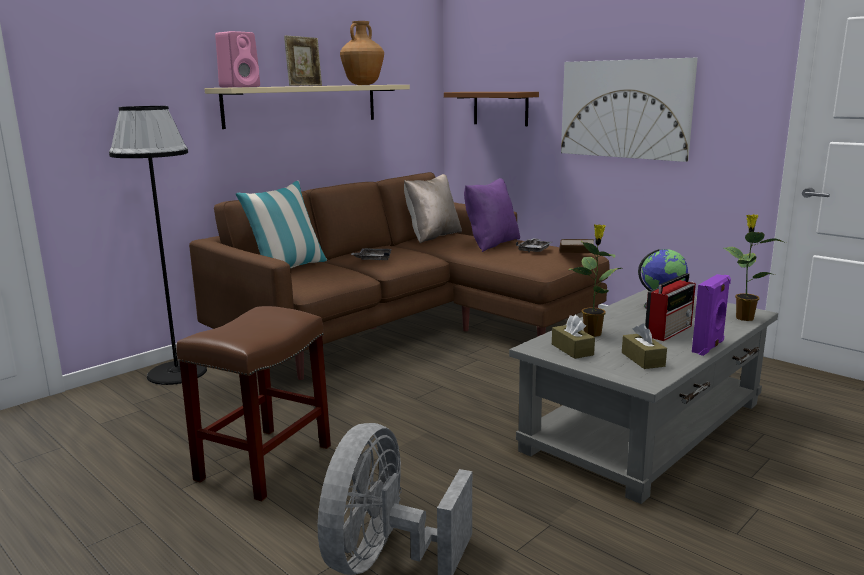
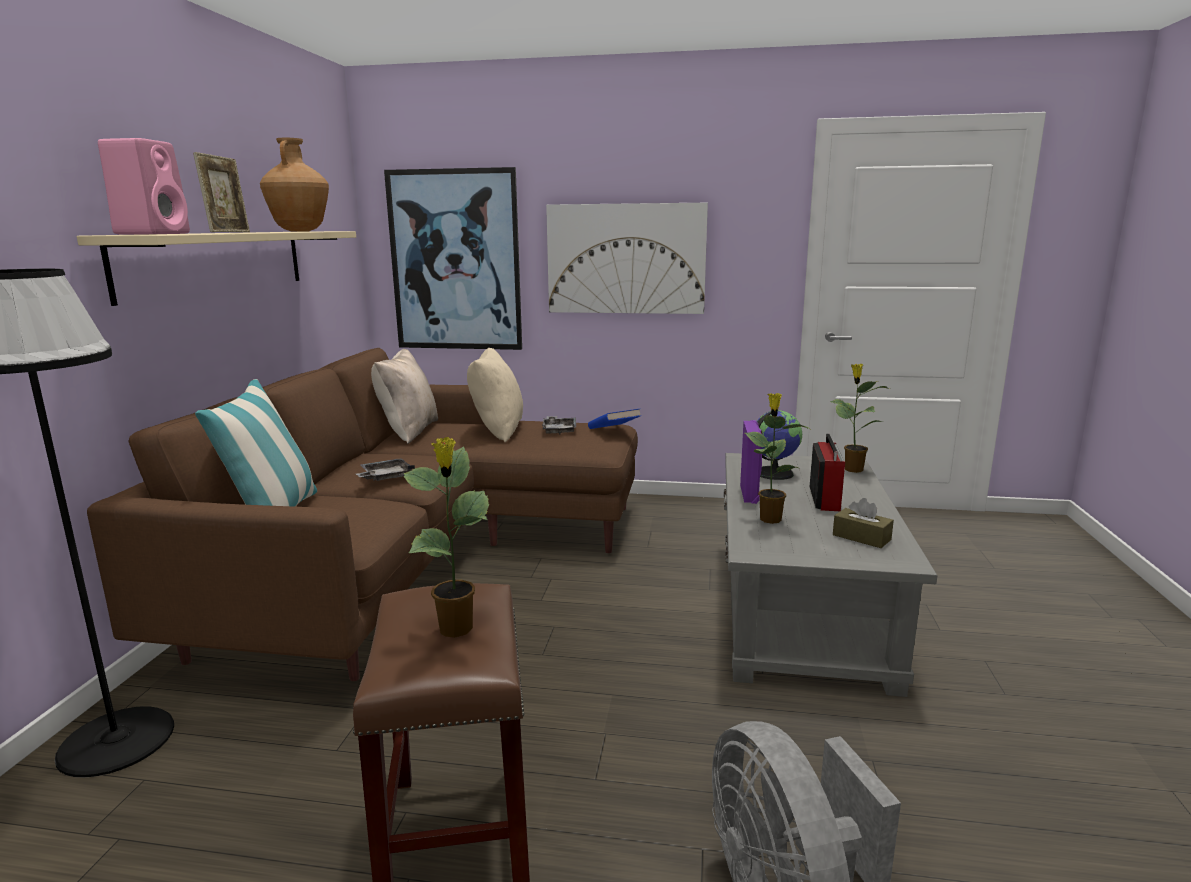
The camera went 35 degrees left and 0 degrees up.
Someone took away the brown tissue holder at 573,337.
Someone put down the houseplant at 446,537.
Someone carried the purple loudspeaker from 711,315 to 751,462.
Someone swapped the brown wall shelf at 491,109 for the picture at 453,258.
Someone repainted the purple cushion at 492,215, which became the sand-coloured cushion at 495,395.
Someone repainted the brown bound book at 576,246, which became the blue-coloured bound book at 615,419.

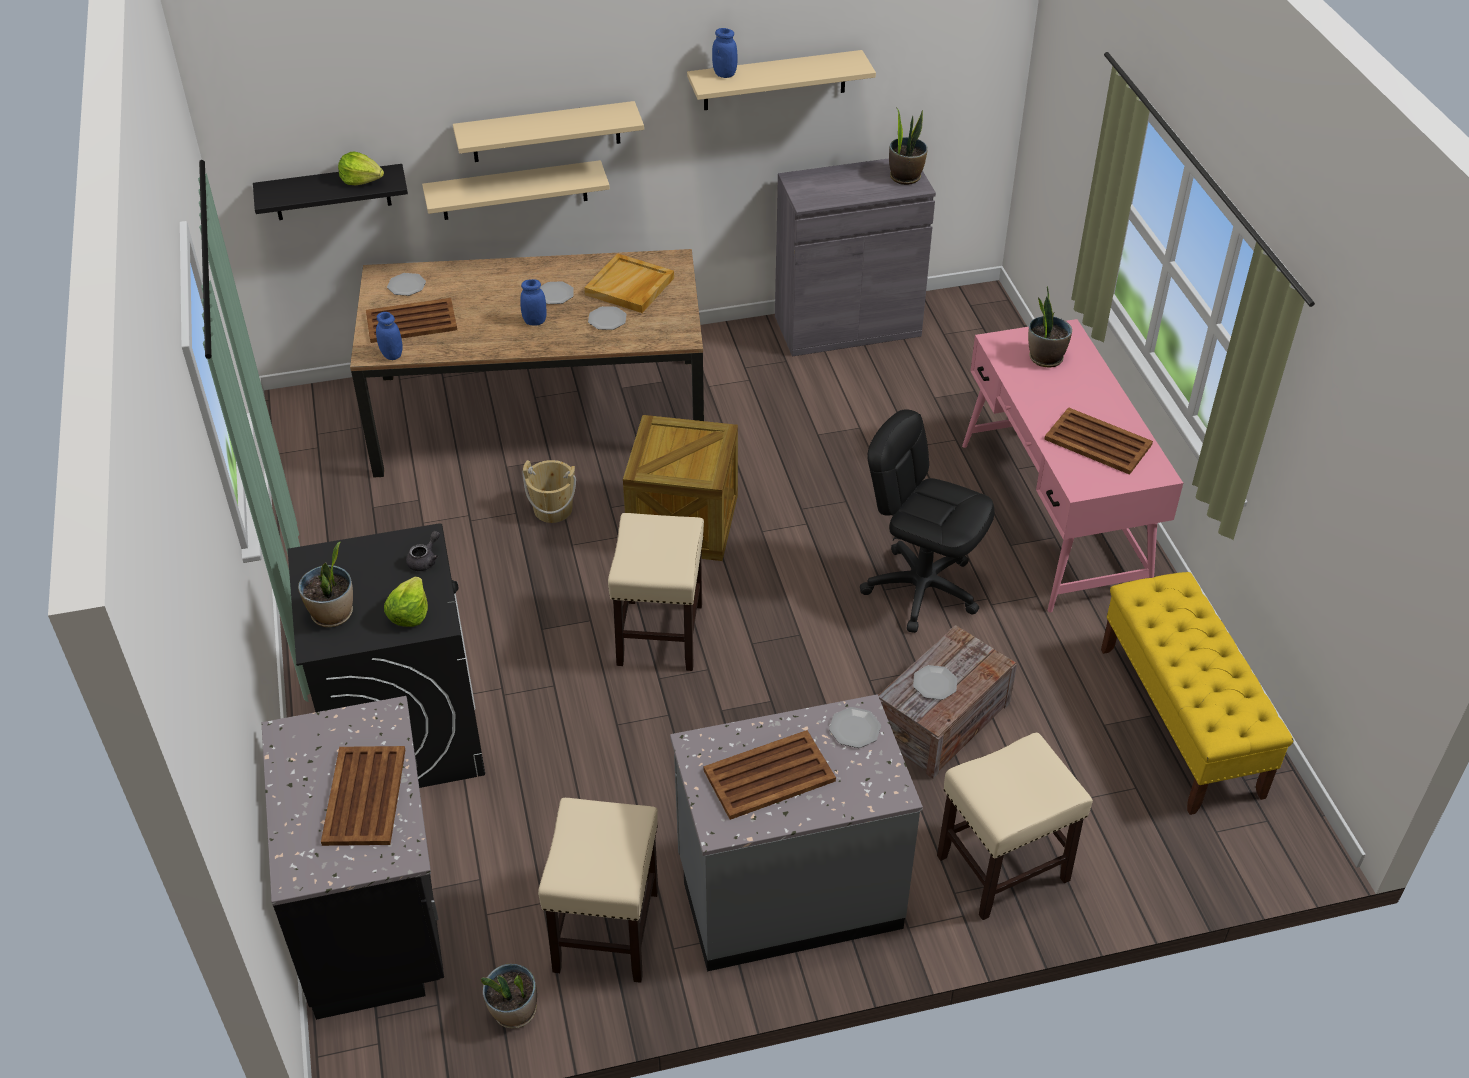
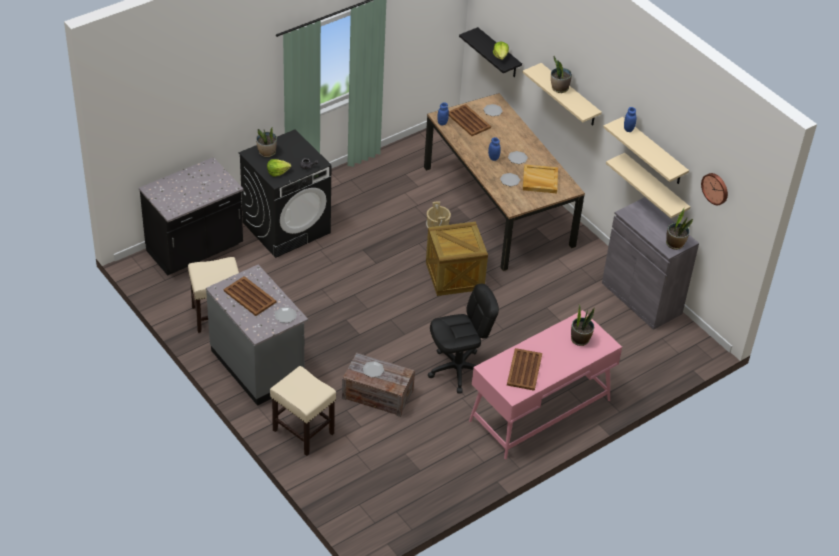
The camera went 65 degrees right and 0 degrees up.
Someone took away the brown tray at 363,796.
Someone took away the sand-coloured stool at 656,592.
Someone took away the yellow-coloured long seat at 1197,693.
Someone put up the clock on the wall at 714,189.
Someone carried the sand-coloured wall shelf from 516,190 to 648,185.
Someone carried the houseplant from 509,996 to 561,74.
Someone rotated the black desk chair at 927,521 by 60 degrees clockwise.

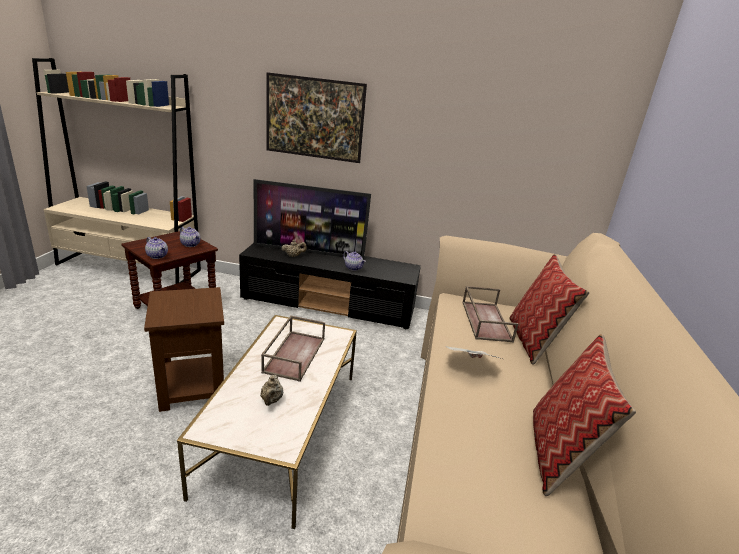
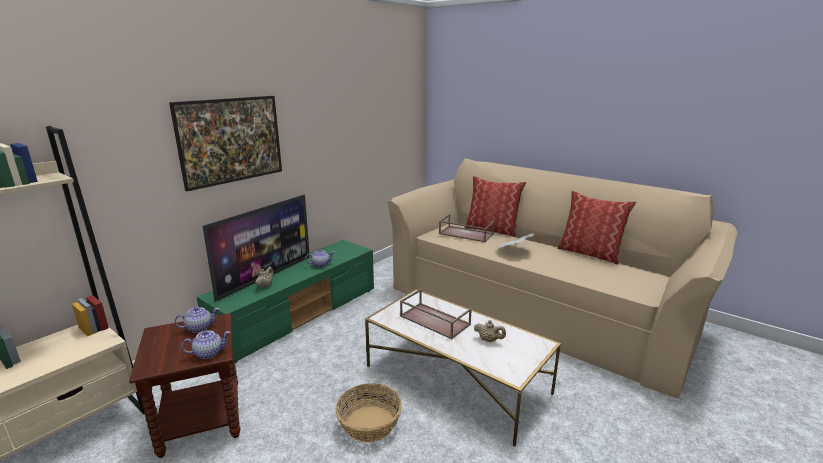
The camera went 60 degrees left and 5 degrees down.
Someone swapped the brown side table at 184,349 for the storage basket at 368,412.
Someone repainted the black tv stand at 330,286, which became the green tv stand at 285,301.

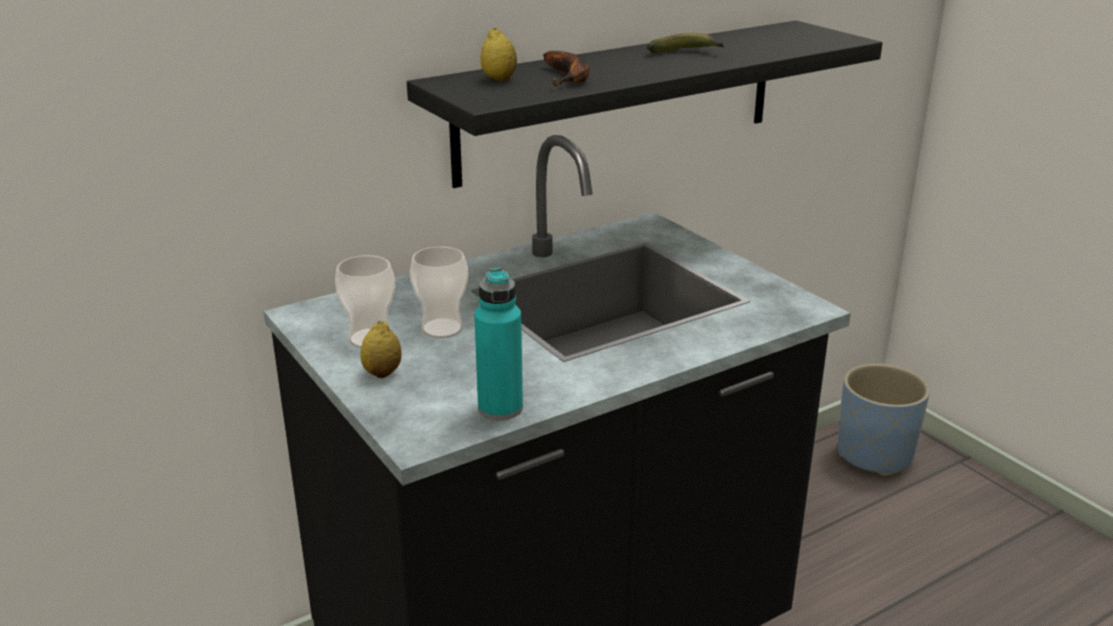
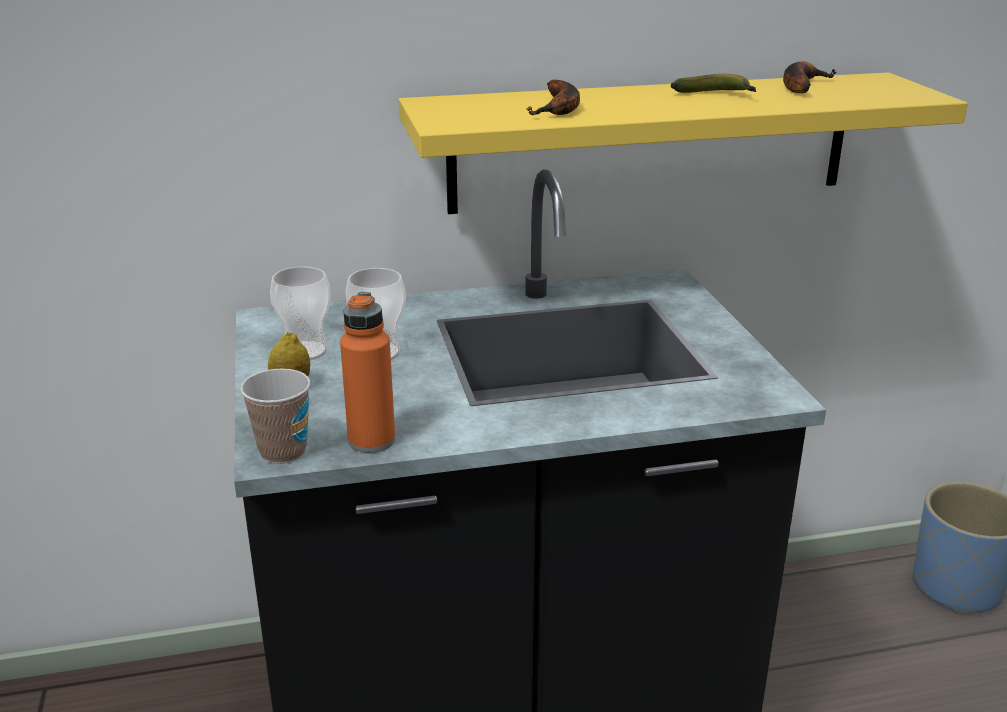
The camera went 20 degrees right and 0 degrees up.
Someone took away the citrus fruit at 498,54.
Someone put down the drinking cup at 275,416.
Someone put down the banana fruit at 810,77.
Someone repainted the black wall shelf at 645,104, which became the yellow-coloured wall shelf at 683,143.
Someone repainted the turquoise beverage bottle at 498,343, which became the orange beverage bottle at 367,372.

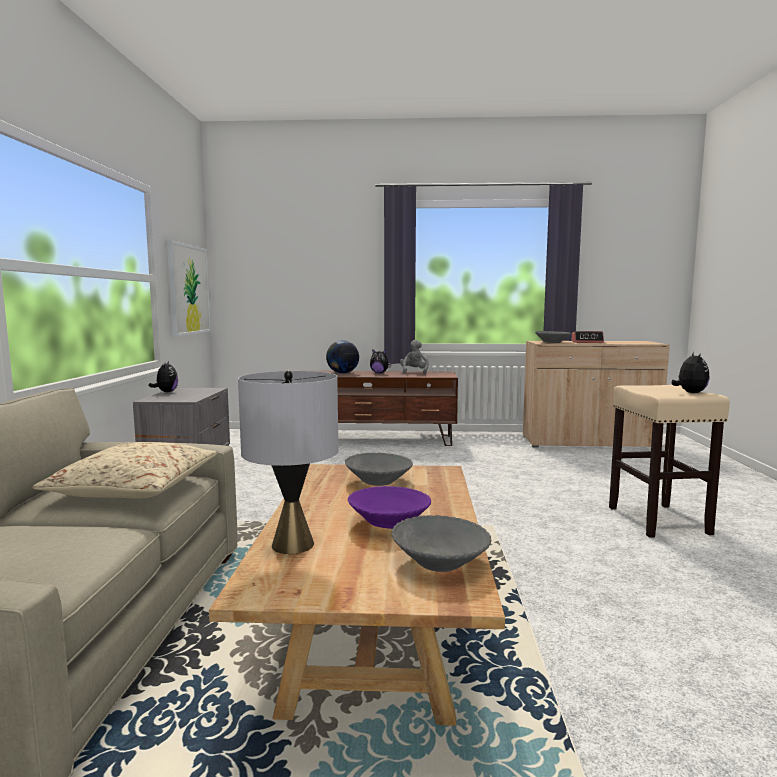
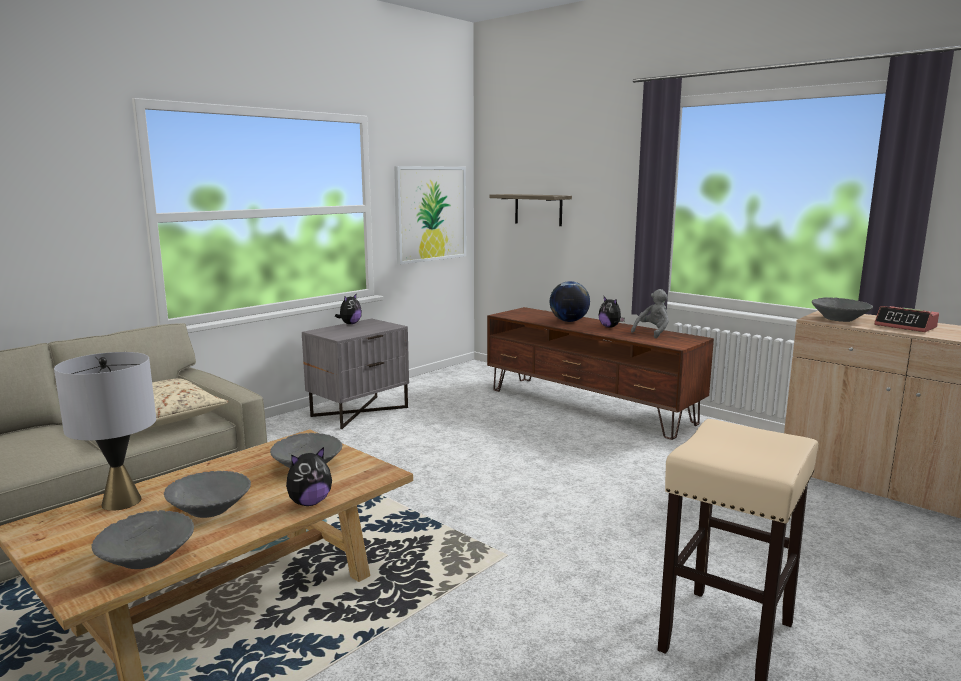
The camera went 40 degrees right and 5 degrees up.
Someone put up the wall shelf at 530,210.
Someone carried the plush toy from 691,372 to 309,476.
Someone repainted the purple bowl at 389,507, which became the gray bowl at 207,494.

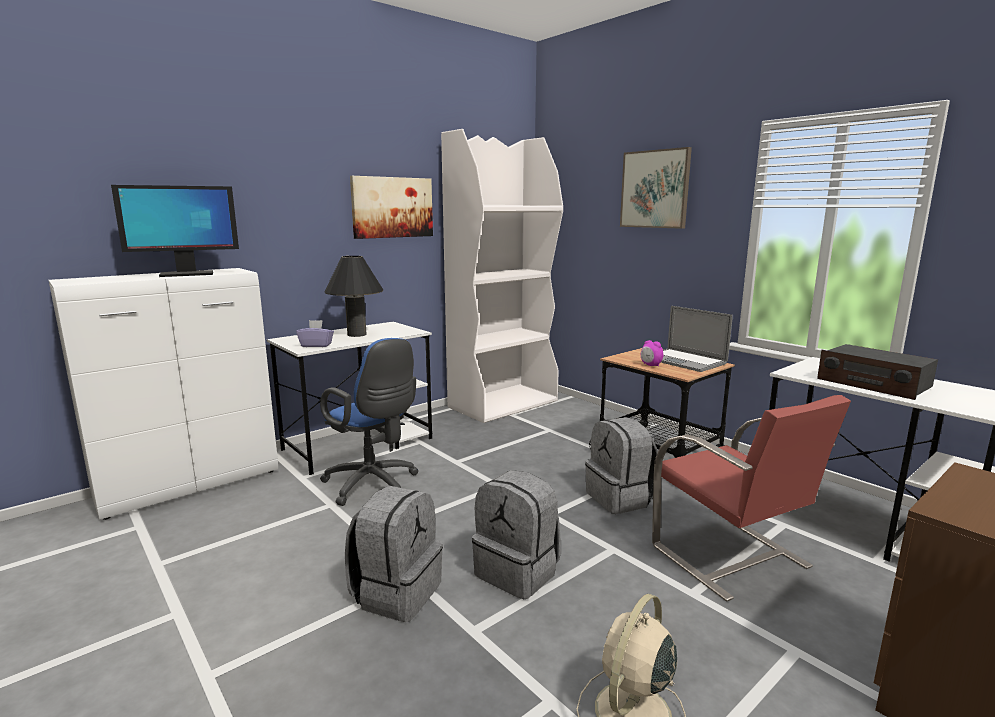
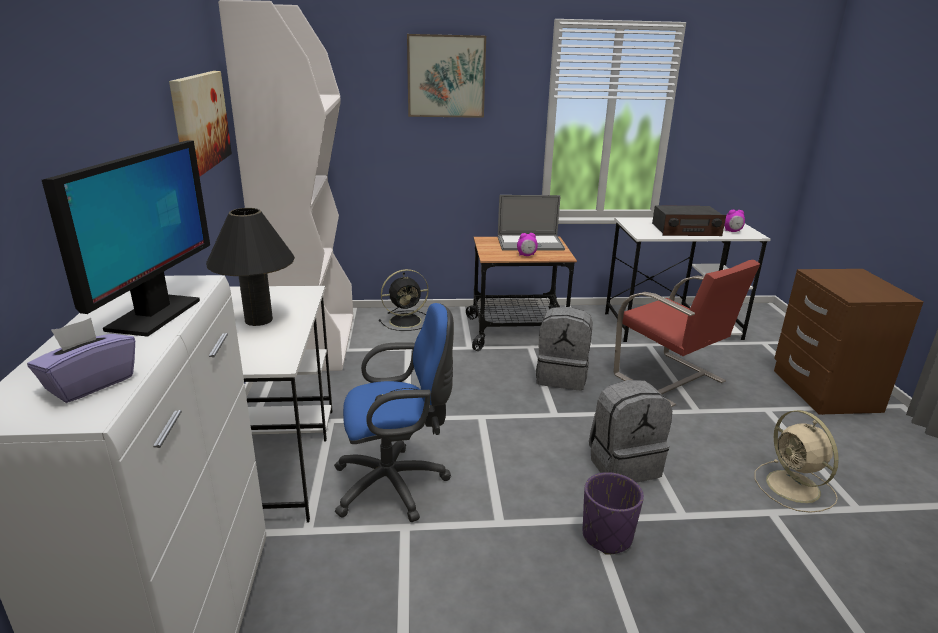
The camera went 55 degrees left and 10 degrees up.
Someone put down the black electric fan at 404,300.
Someone put down the table clock at 734,221.
Someone carried the purple tissue holder from 315,333 to 81,360.
Someone swapped the gray backpack at 394,554 for the purple flower pot at 613,513.
Someone rotated the reddish plain chair at 751,498 by 45 degrees clockwise.

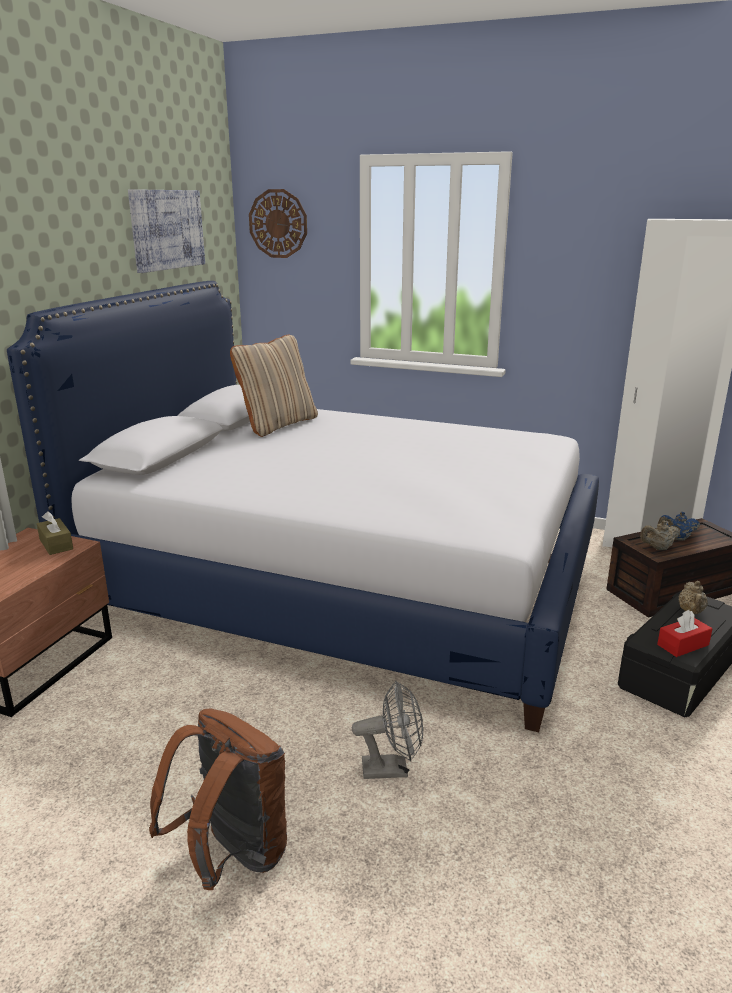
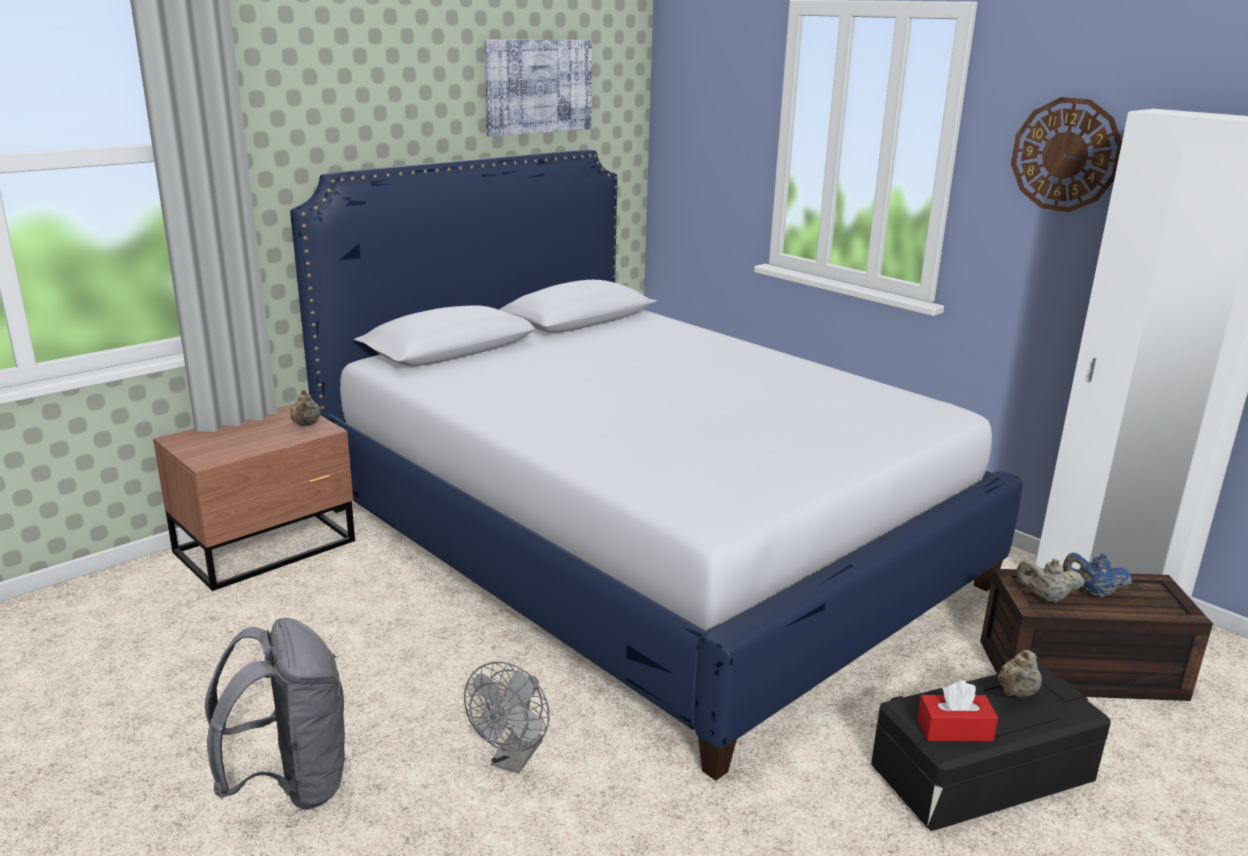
The camera went 25 degrees right and 0 degrees up.
Someone took away the sand-coloured cushion at 274,385.
Someone carried the clock on the wall from 278,223 to 1066,154.
Someone swapped the brown tissue holder at 55,533 for the sand-coloured tea pot at 305,407.
Someone repainted the brown backpack at 218,799, which became the gray backpack at 276,714.
Someone rotated the gray electric fan at 387,730 by 90 degrees clockwise.

